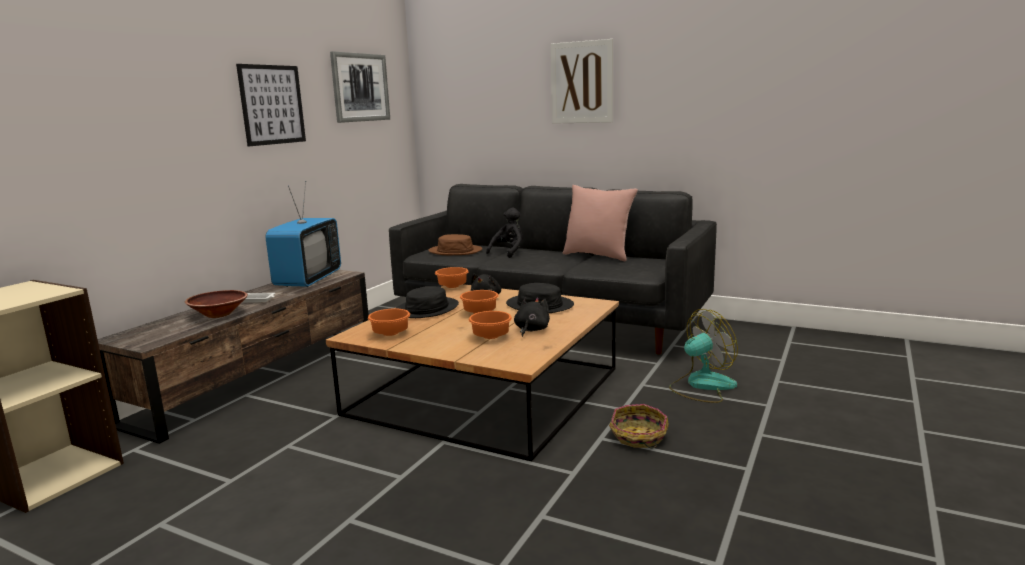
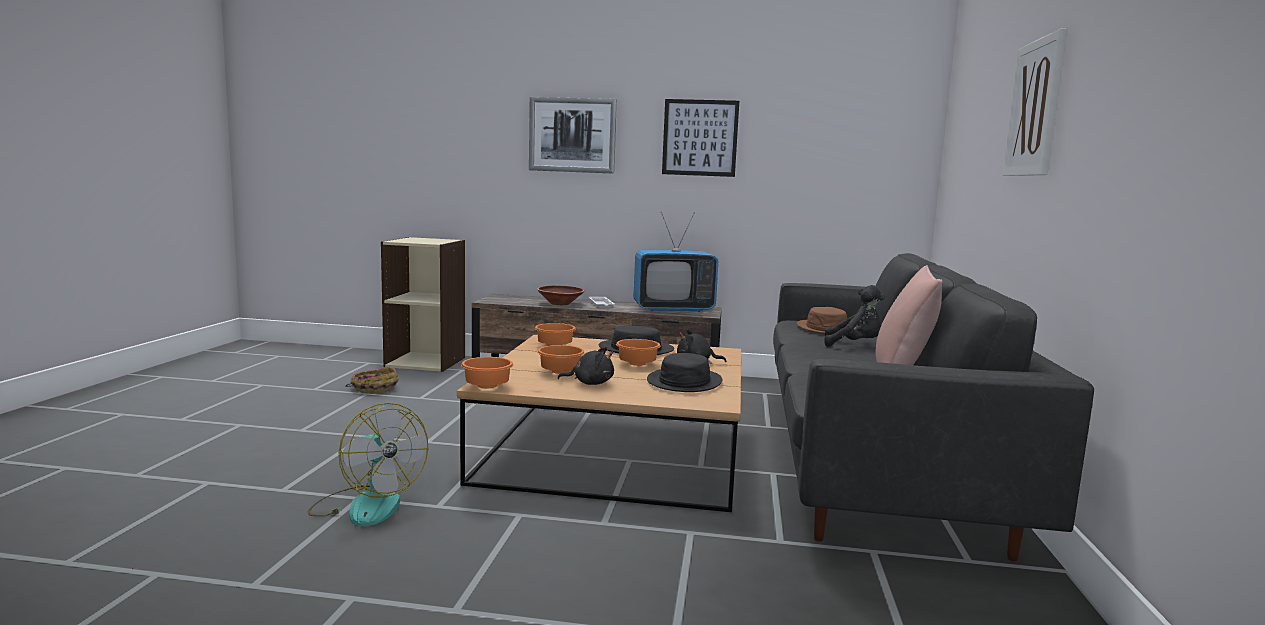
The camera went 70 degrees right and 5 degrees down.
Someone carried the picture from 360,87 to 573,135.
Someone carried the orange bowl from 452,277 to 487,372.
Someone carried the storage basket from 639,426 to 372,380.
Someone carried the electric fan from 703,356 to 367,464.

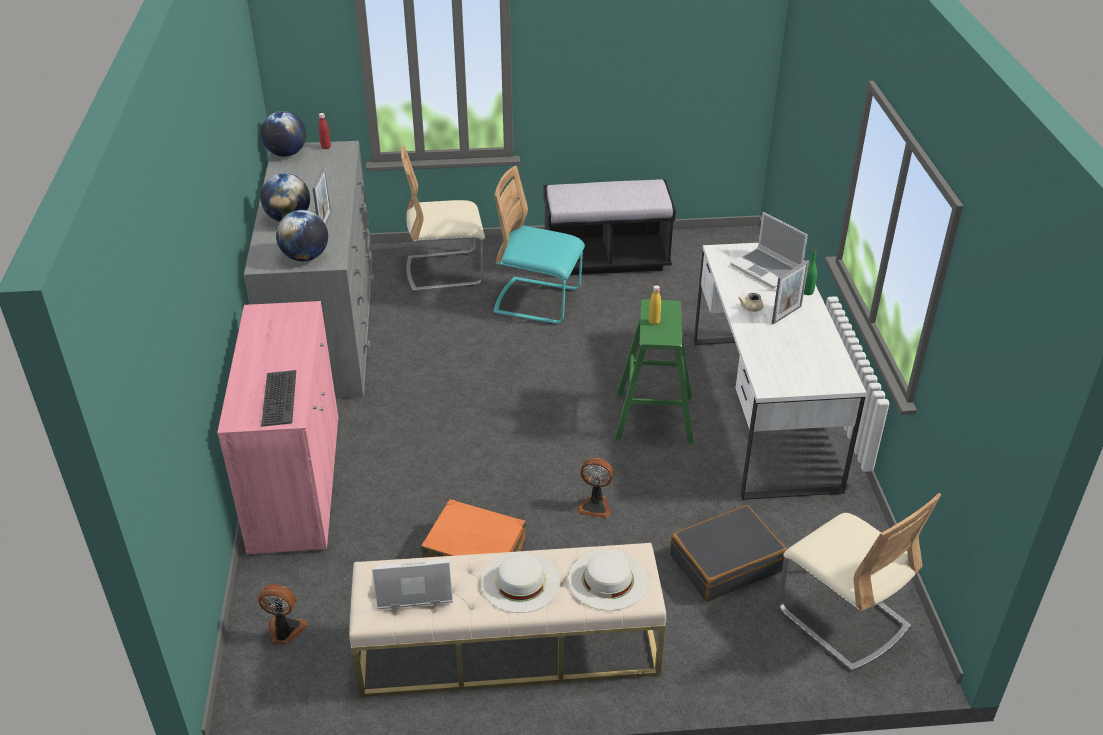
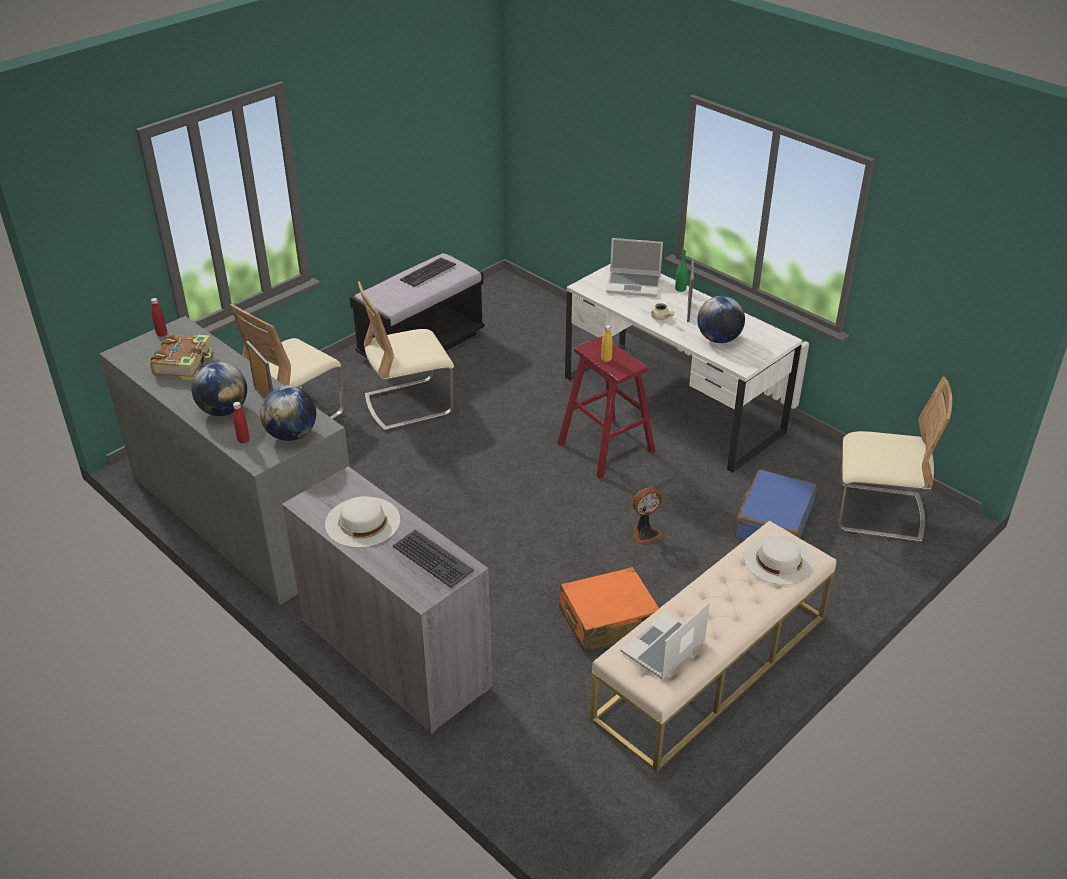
The camera went 40 degrees left and 0 degrees up.
Someone took away the electric fan at 282,614.
Someone put down the bound book at 181,357.
Someone put down the reddish beverage bottle at 241,422.
Someone put down the PC keyboard at 428,272.
Someone carried the desk globe from 283,134 to 721,319.
Someone carried the white-coloured clothing hat from 520,582 to 362,522.
Someone repainted the pink-coloured storage cabinet at 277,428, which became the gray storage cabinet at 387,600.
Someone repainted the turquoise plain chair at 539,245, which became the sand-coloured plain chair at 406,356.
Someone repainted the green stool at 654,371, which became the reddish stool at 607,407.
Someone repainted the black travel case at 728,553, which became the blue-coloured travel case at 775,504.

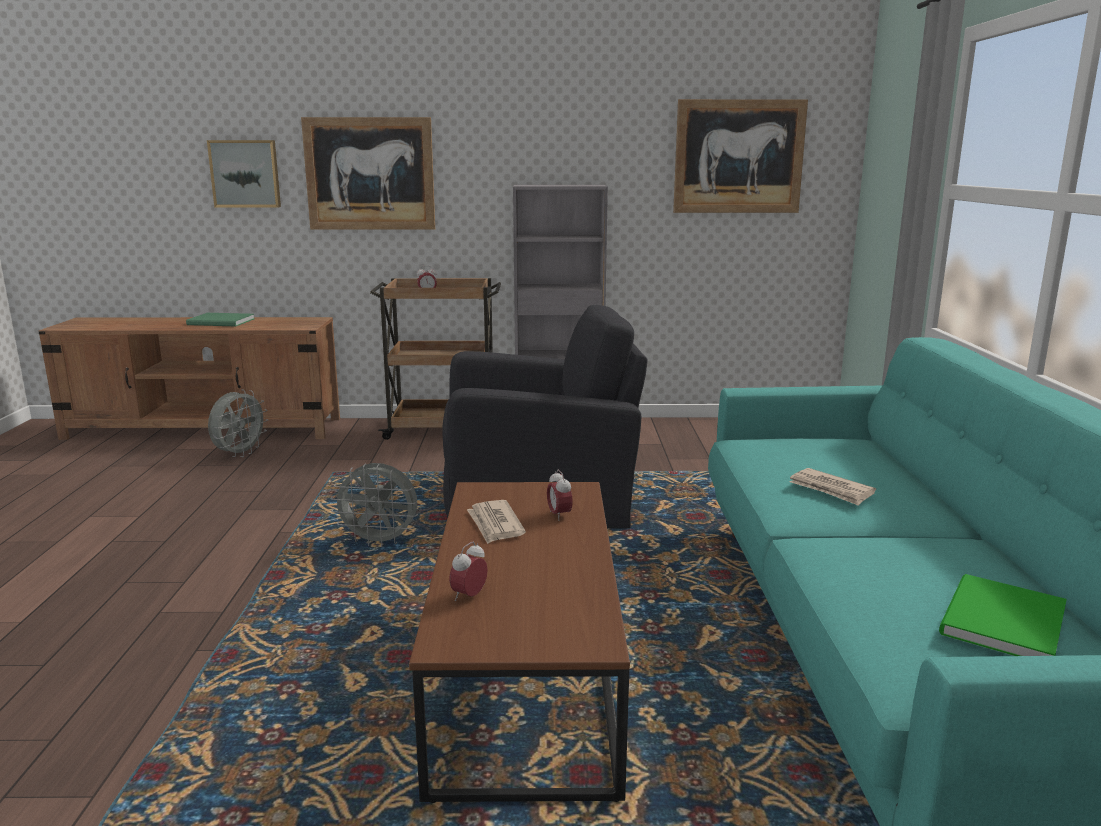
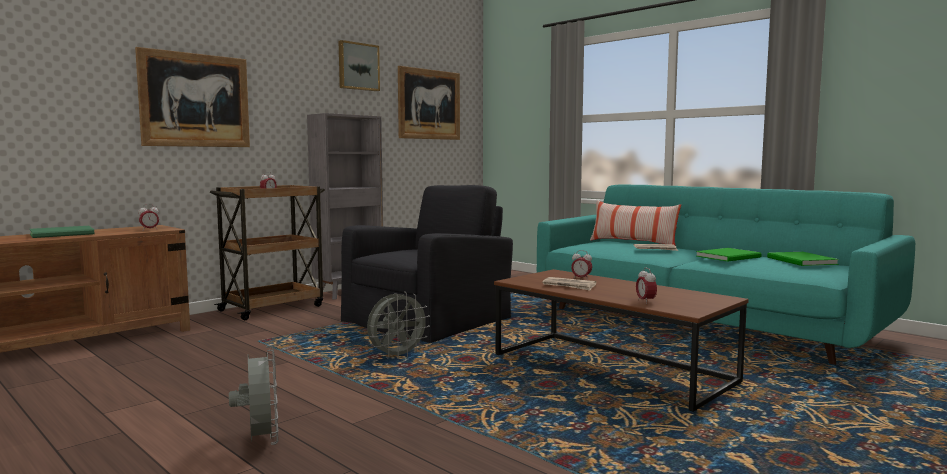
The camera went 45 degrees left and 10 degrees down.
Someone put down the table clock at 149,217.
Someone put down the cushion at 635,222.
Someone put down the green bound book at 729,254.
Someone carried the picture from 244,173 to 359,65.
Someone carried the gray electric fan from 238,423 to 254,395.

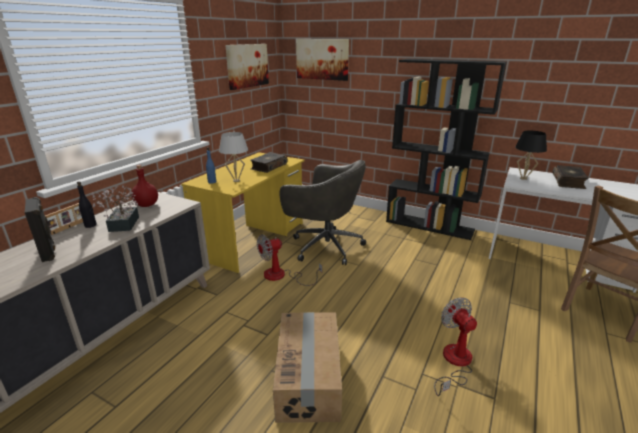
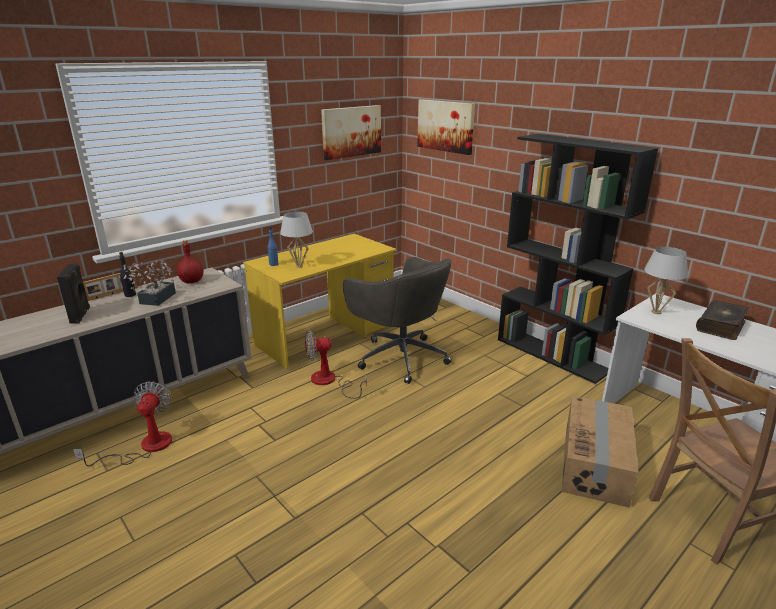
The camera went 20 degrees right and 0 degrees up.
Someone took away the bound book at 269,162.
Someone carried the cardboard box from 307,367 to 600,452.
Someone carried the electric fan from 455,346 to 122,424.
Someone repainted the black tabletop lamp at 531,155, which became the white-coloured tabletop lamp at 666,280.

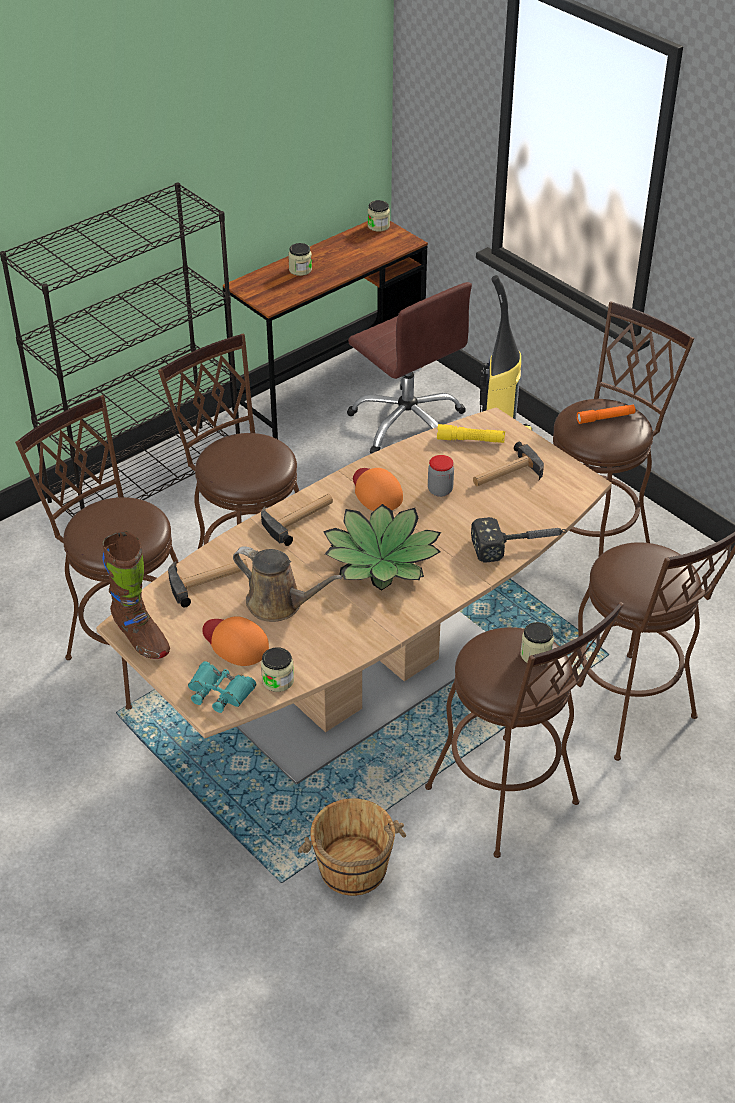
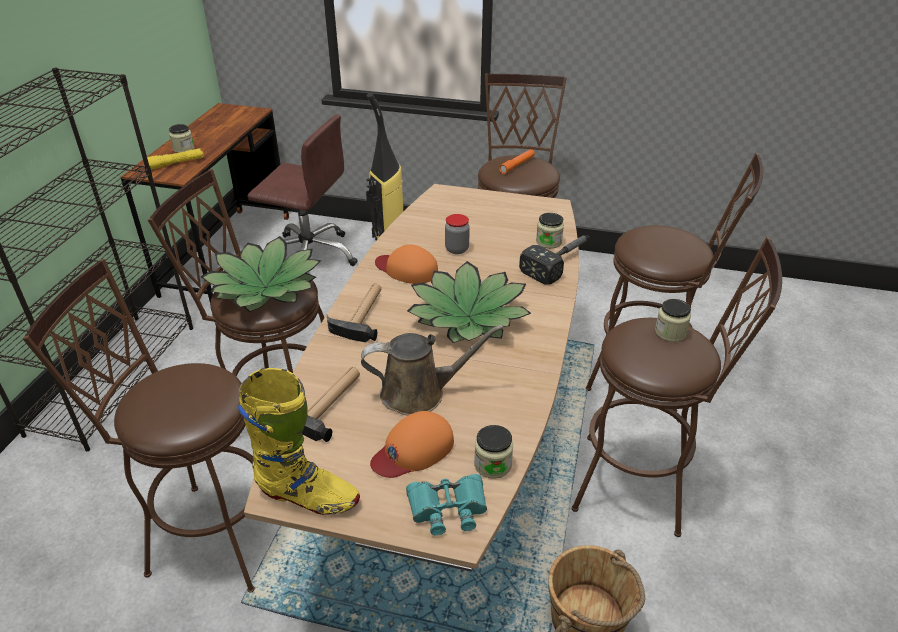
The camera went 35 degrees left and 5 degrees down.
Someone took away the hand hammer at 508,464.
Someone put down the houseplant at 260,274.
Someone carried the jar from 378,216 to 550,231.
Someone carried the yellow-coloured hand torch from 471,433 to 175,159.
Someone repainted the brown high-top boot at 136,595, which became the yellow-coloured high-top boot at 299,441.
Someone rotated the orange baseball cap at 235,641 by 45 degrees counterclockwise.

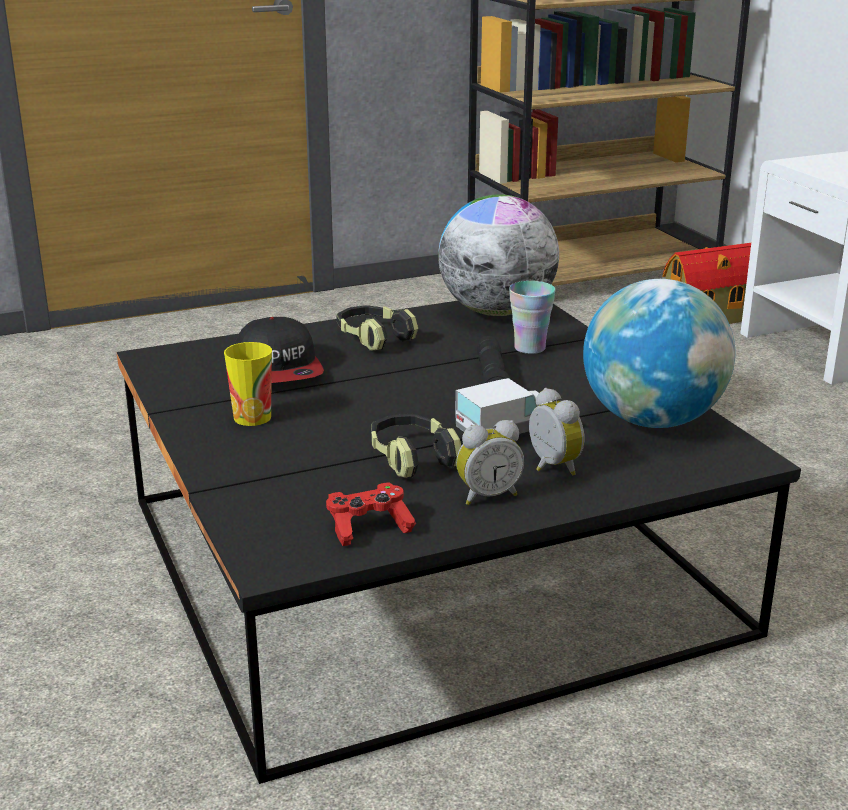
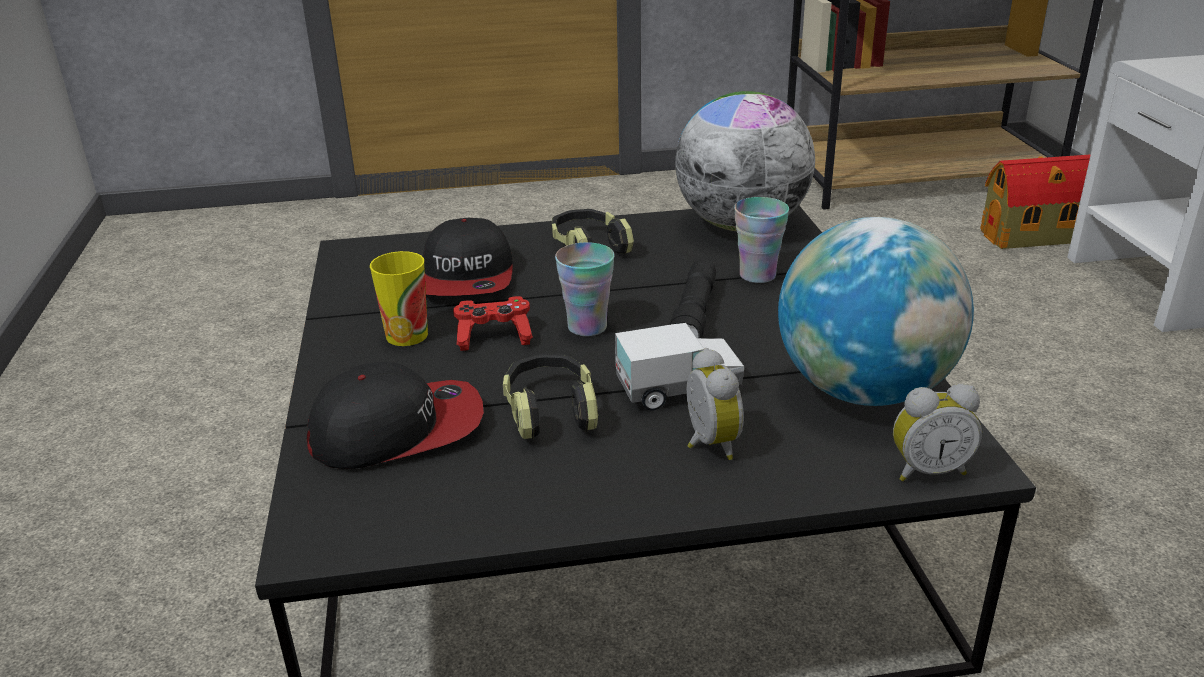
The camera went 15 degrees right and 5 degrees up.
Someone put down the baseball cap at 395,415.
Someone put down the drinking cup at 585,289.
Someone carried the reddish joypad from 371,514 to 493,323.
Someone carried the table clock from 490,462 to 937,432.

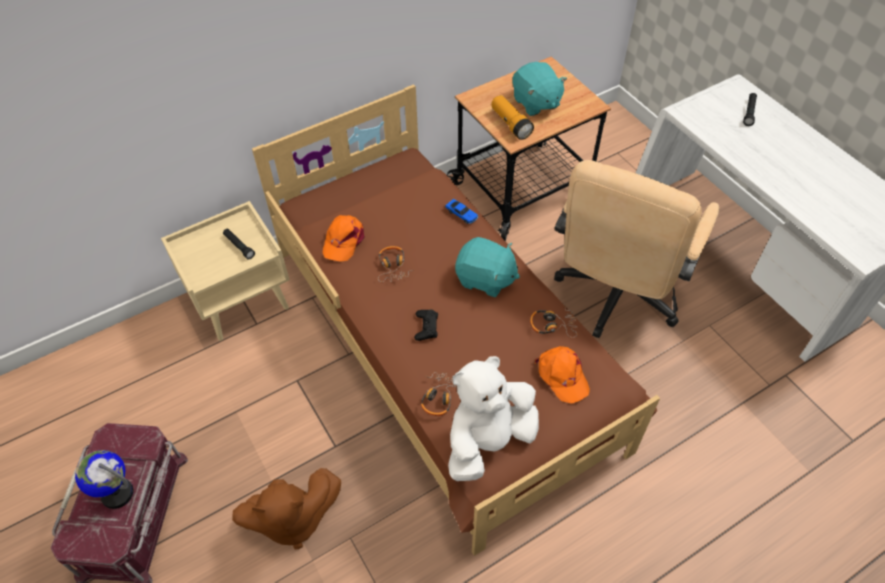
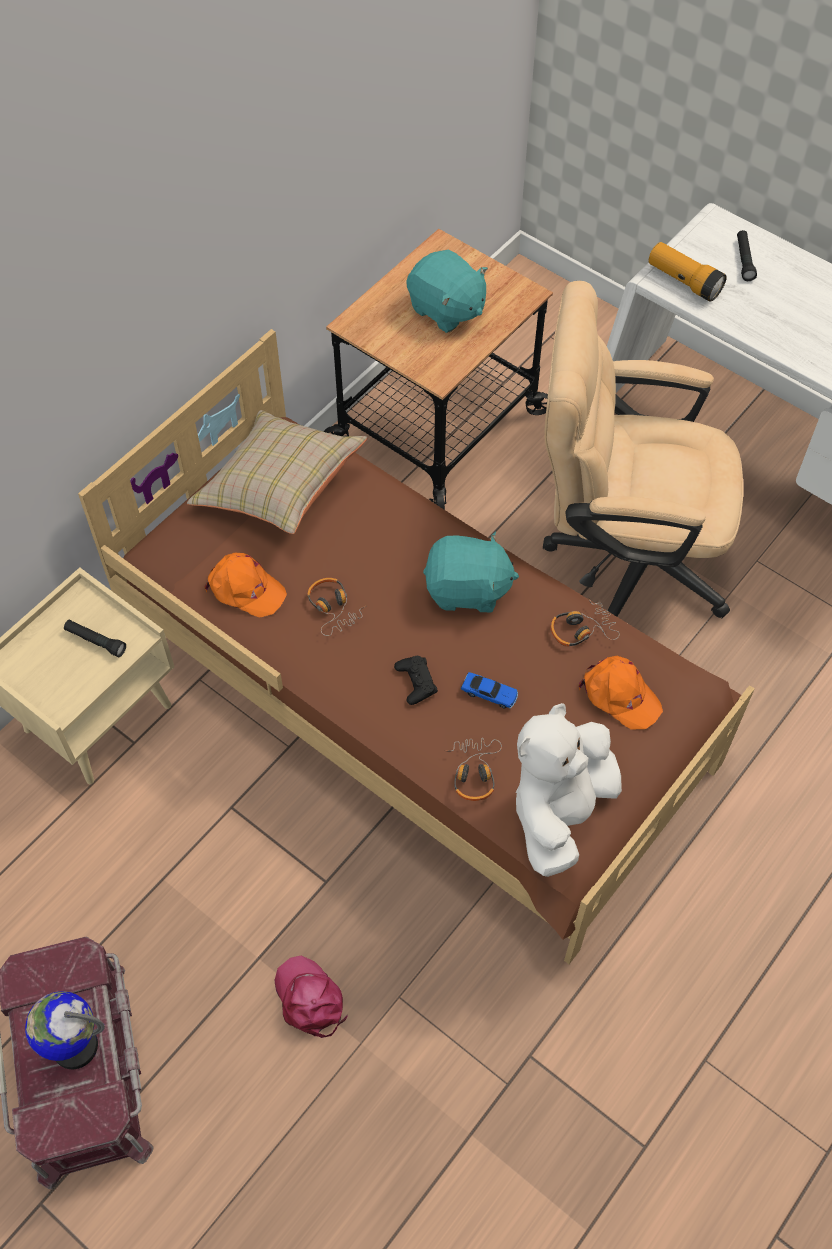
The camera went 20 degrees left and 5 degrees up.
Someone put down the sand-coloured cushion at 277,472.
Someone carried the model car from 461,211 to 489,690.
Someone carried the hand torch from 512,117 to 687,272.
Someone swapped the brown plush toy at 286,508 for the pink-coloured baseball cap at 311,997.
Someone rotated the orange baseball cap at 343,238 by 60 degrees counterclockwise.
Someone rotated the sand-coloured desk chair at 636,249 by 90 degrees clockwise.

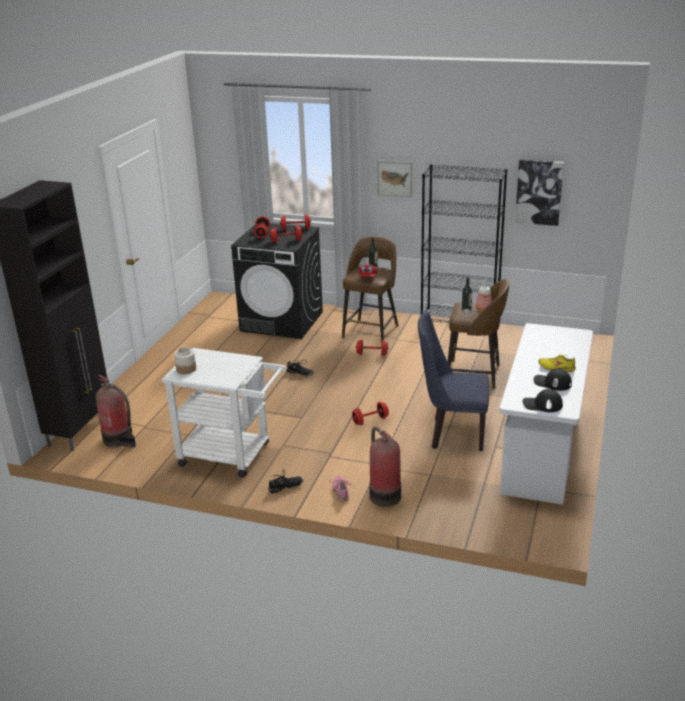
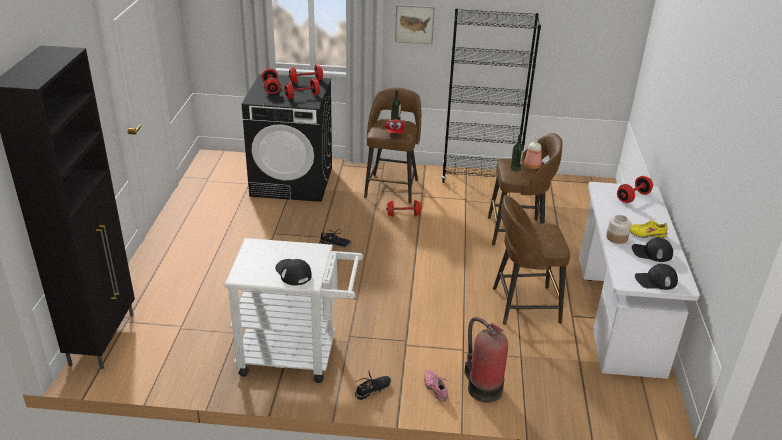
The camera went 15 degrees left and 5 degrees up.
Someone took away the extinguisher at 116,411.
Someone took away the picture at 539,192.
Someone put down the black baseball cap at 293,272.
Someone carried the jar from 185,360 to 619,229.
Someone carried the reddish hand weight from 370,413 to 635,189.
Someone swapped the blue-coloured plain chair at 453,381 for the brown stool at 531,260.

